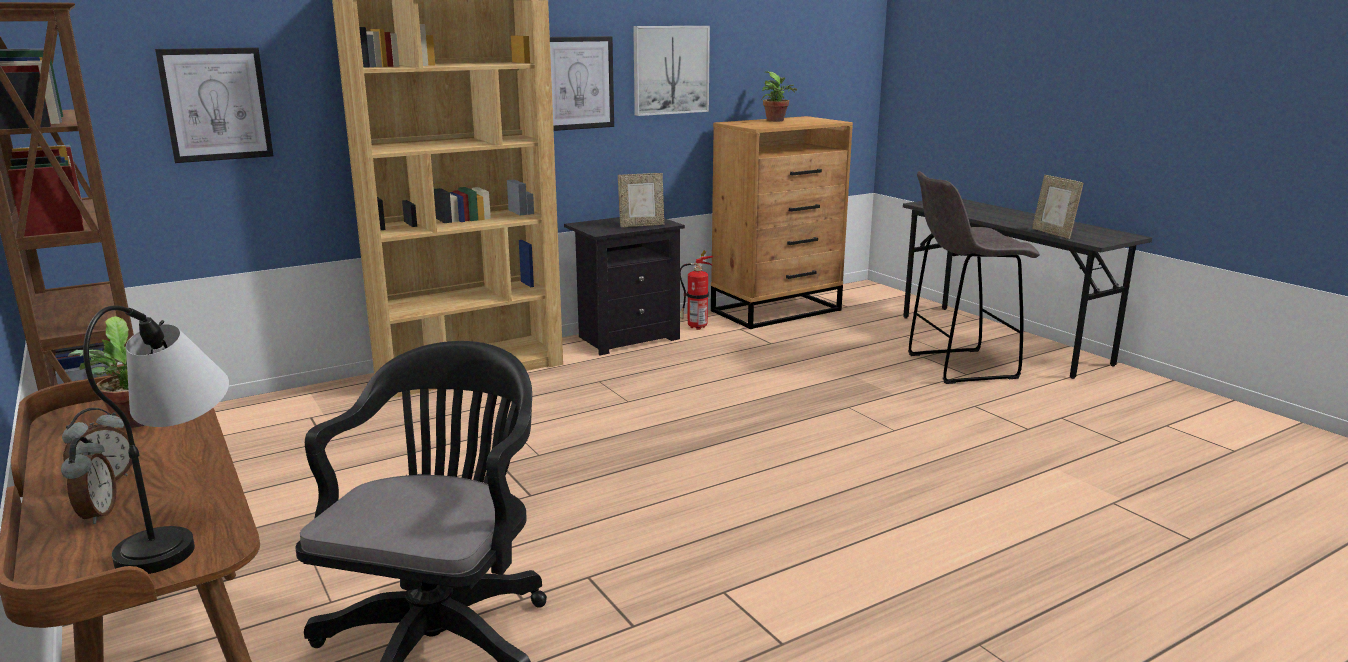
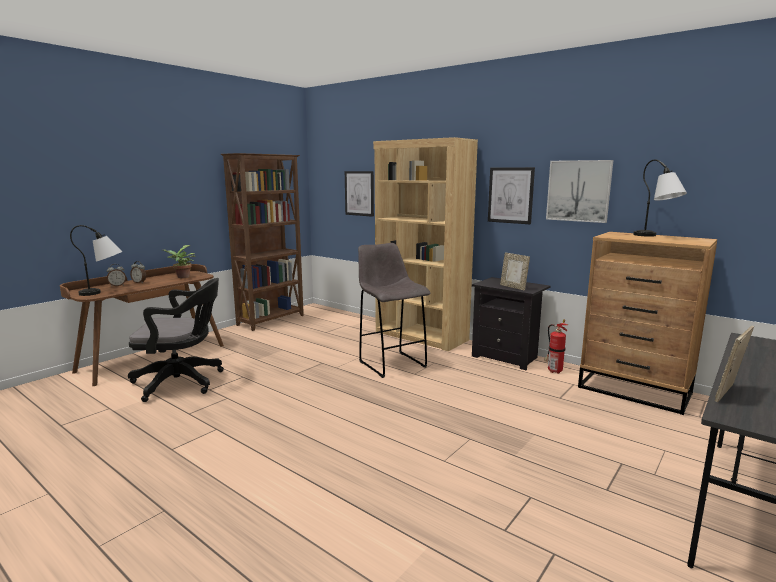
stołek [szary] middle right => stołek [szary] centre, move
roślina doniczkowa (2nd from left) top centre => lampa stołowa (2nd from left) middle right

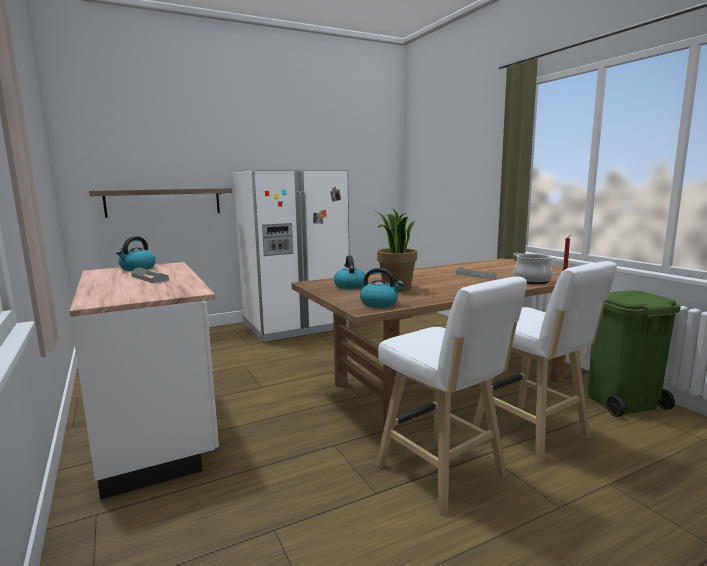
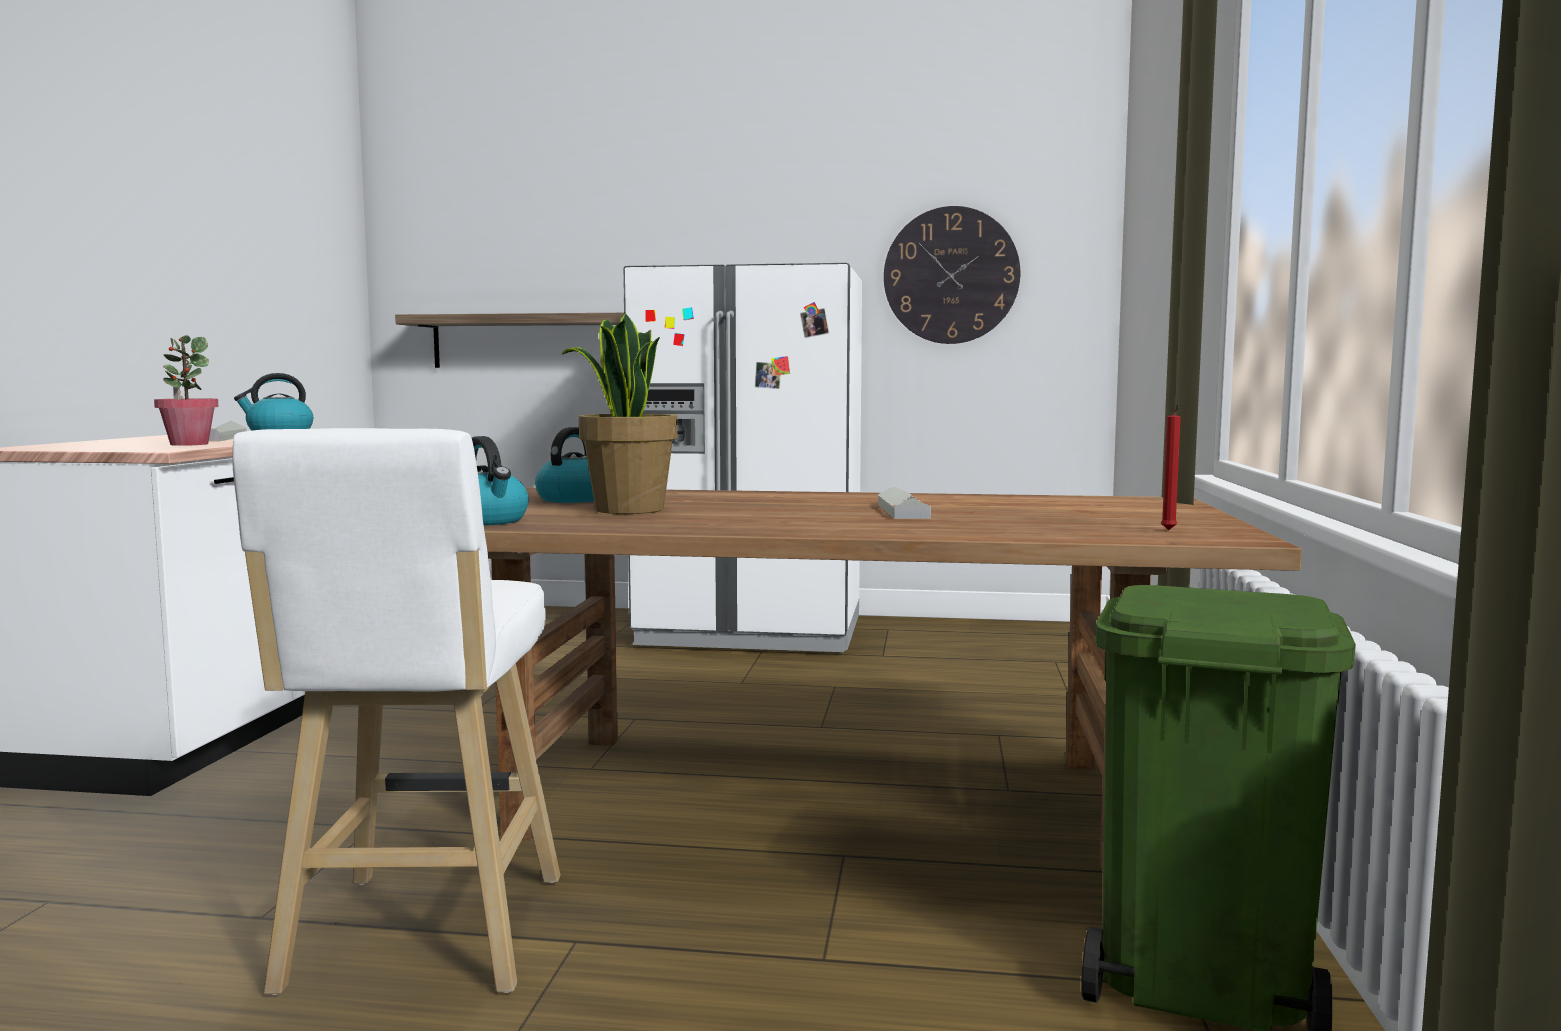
stołek [biały] (2nd from left) middle right => nothing
garnek middle right => nothing
nothing => roślina doniczkowa (1st from left) middle left
nothing => zegar ścienny top centre

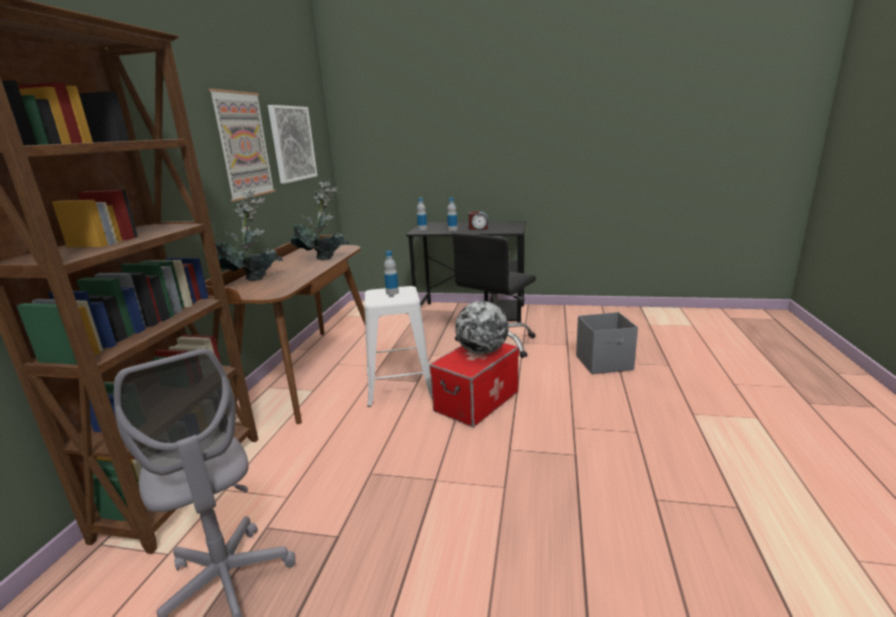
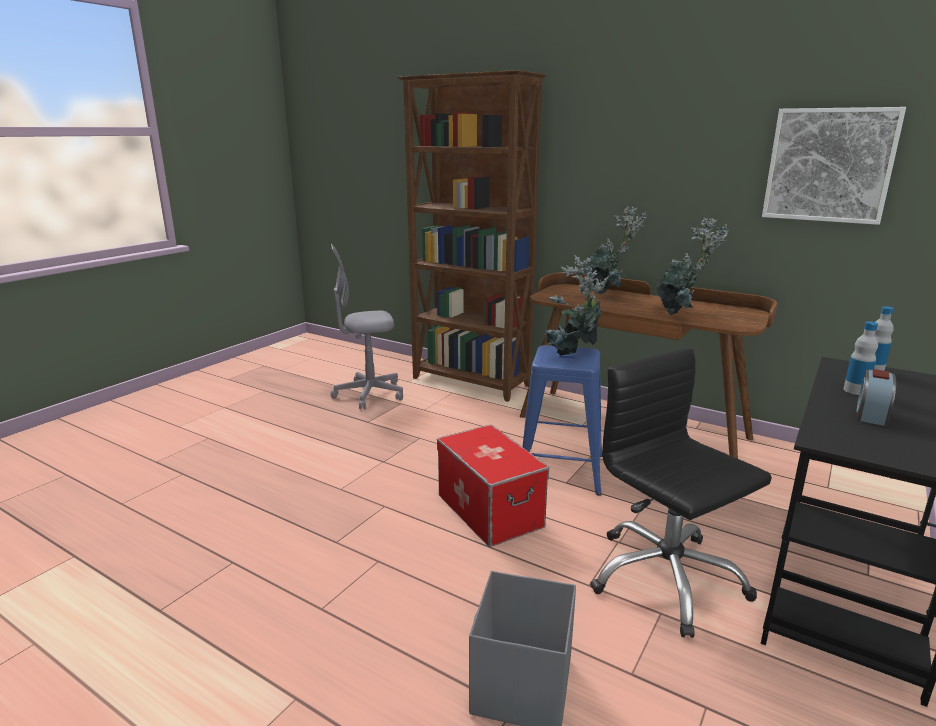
obraz (1st from left) top left => nothing
globus centre => nothing
butelka (1st from left) centre => roślina doniczkowa (1st from left) centre
stołek [biały] centre => stołek [niebieski] centre

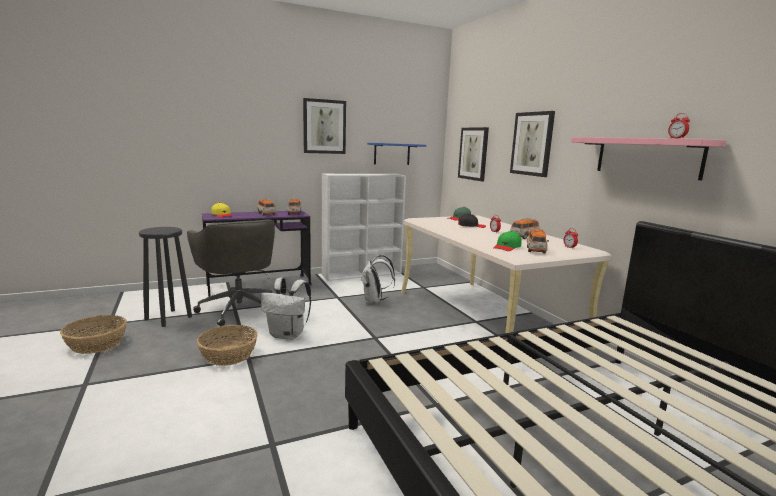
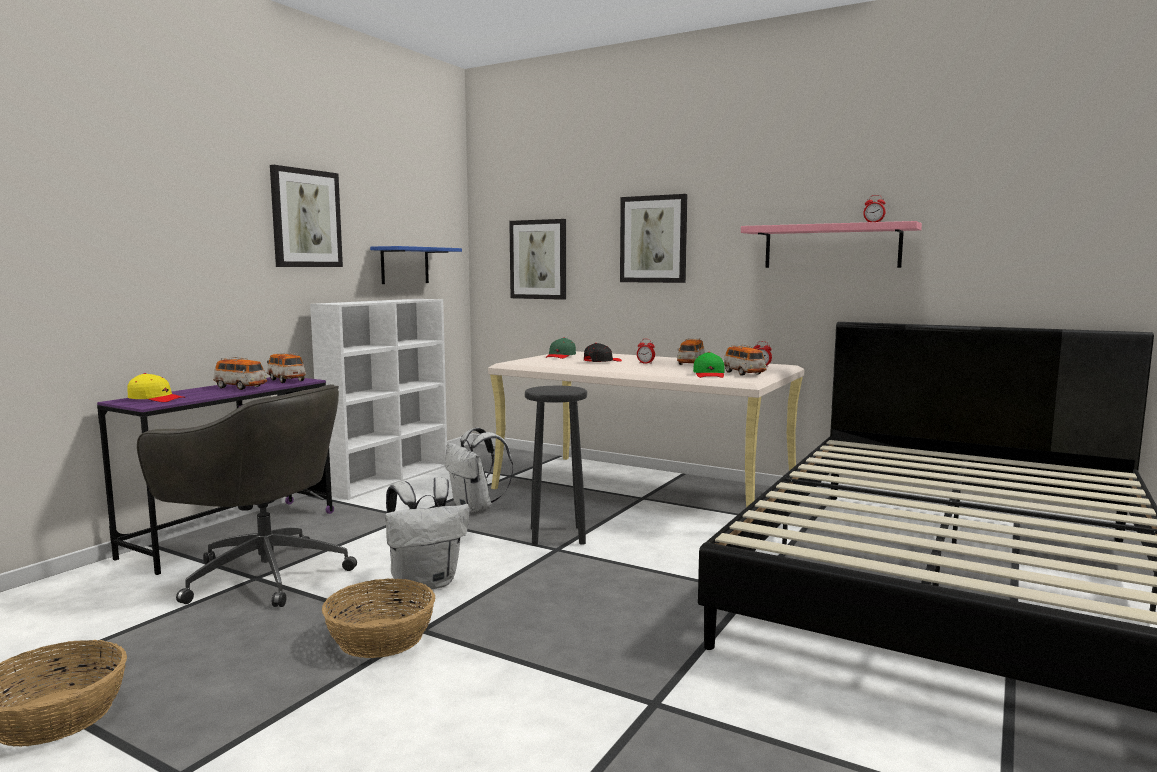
stołek [czarny] middle left => stołek [czarny] centre, move

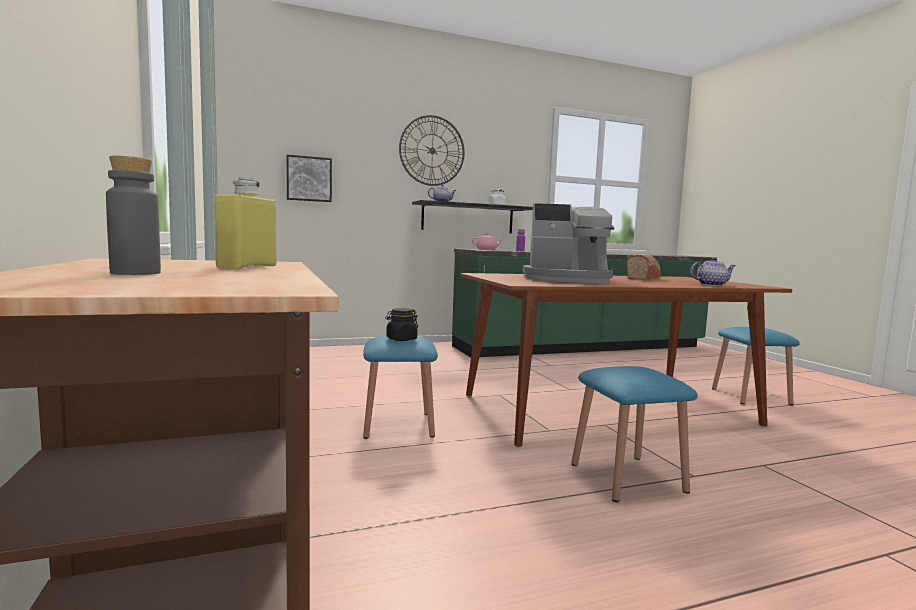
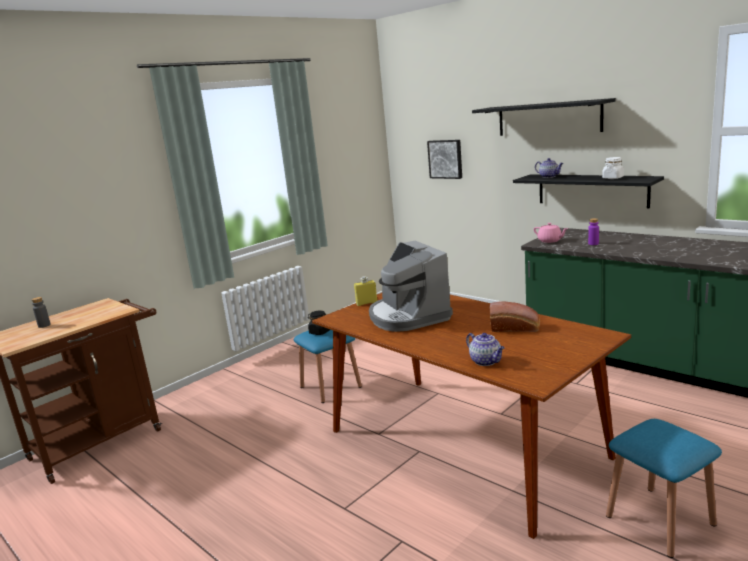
stołek [niebieski] (2nd from left) bottom right => nothing
butelka [żółty] middle left => butelka [żółty] centre, move
zegar ścienny top centre => półka [czarny] (1st from left) top right

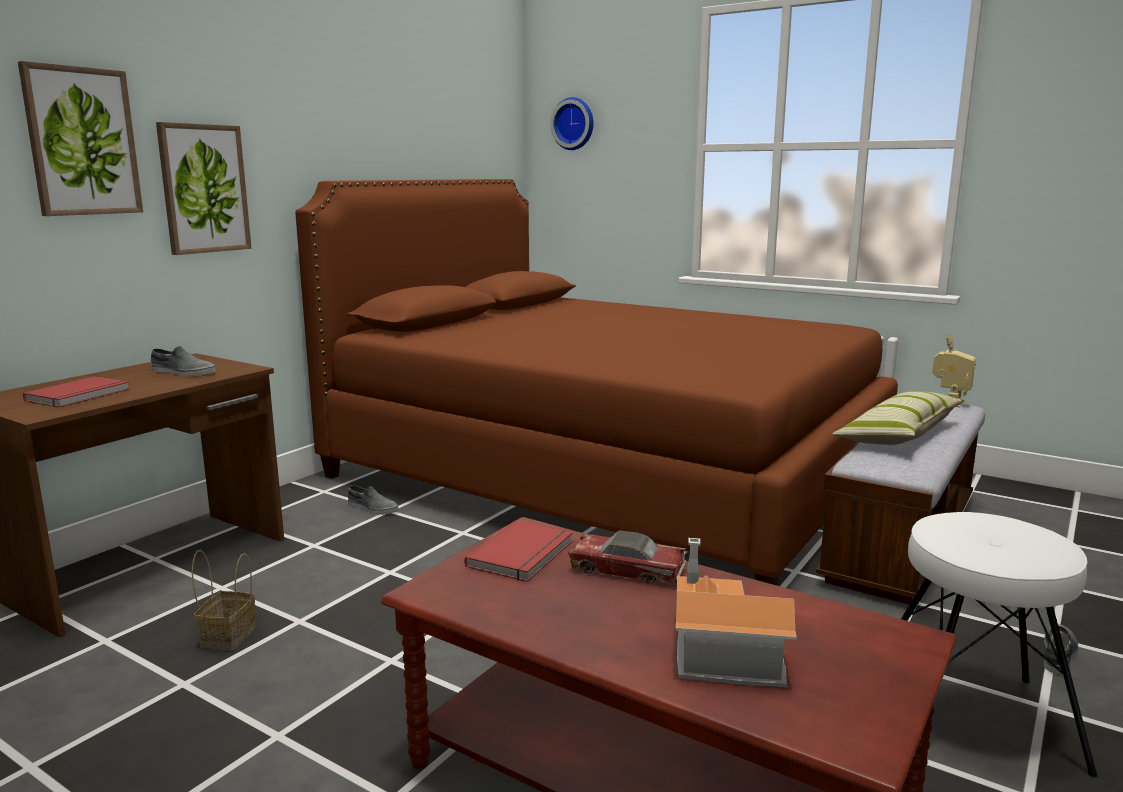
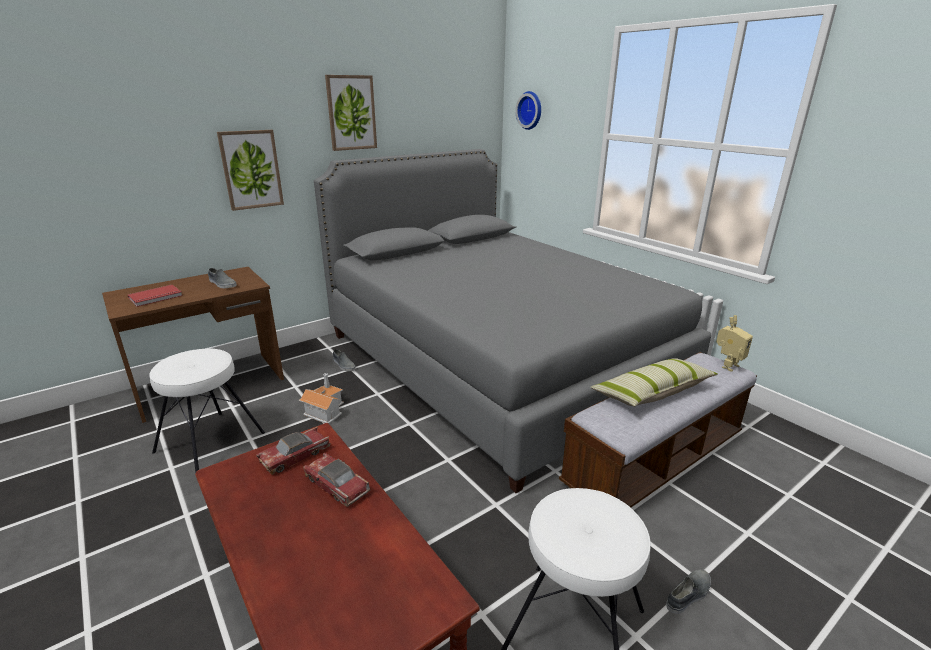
obraz (1st from left in the first image) top left => obraz (2nd from left) top centre, move
domek bottom centre => domek centre, move
koszyk bottom left => stołek [biały] (1st from left) middle left
książka [czerwony] (2nd from left) bottom centre => samochodzik (1st from left) bottom left
łóżko [brązowy] centre => łóżko [szary] centre

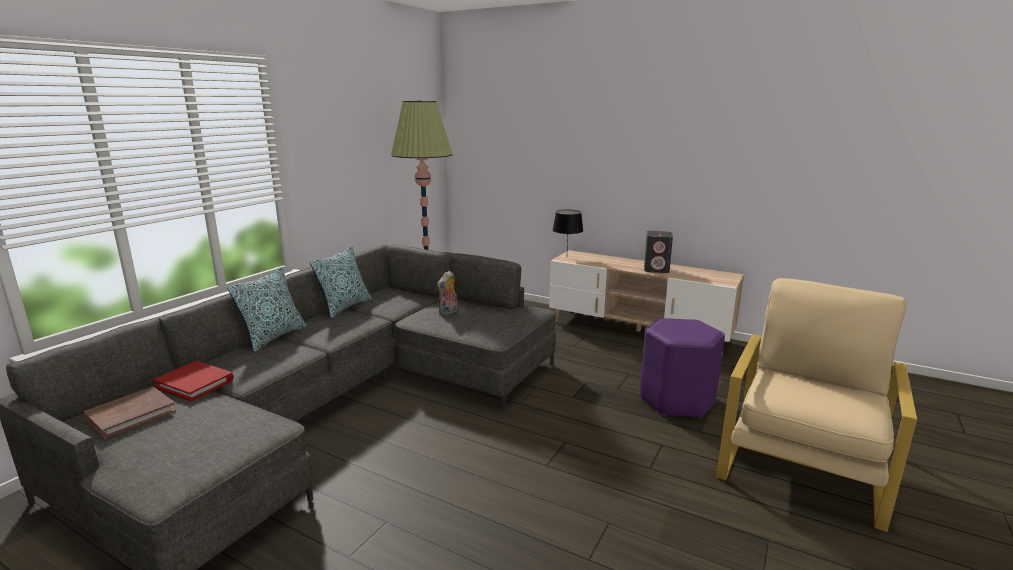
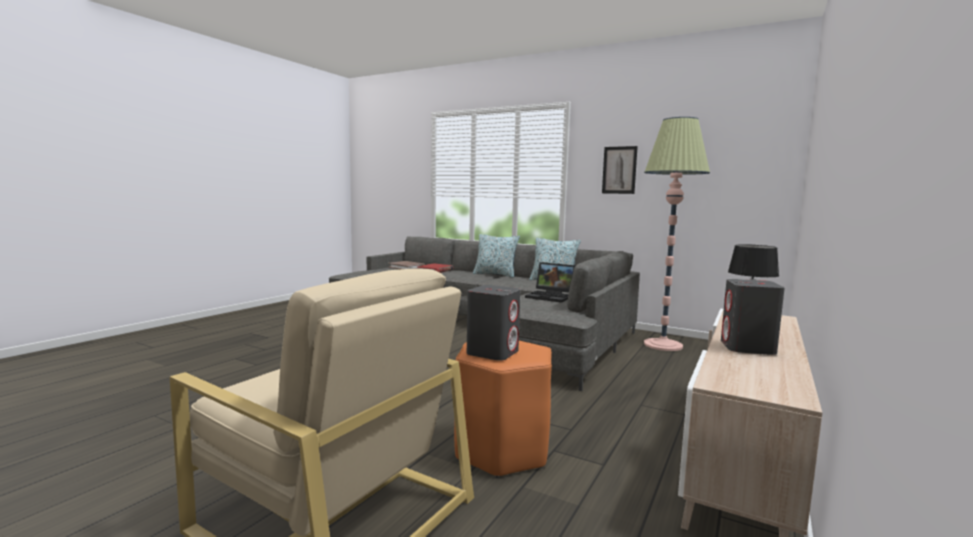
nothing => głośnik [szary] (1st from left) centre
nothing => obraz top centre
pluszak centre => laptop centre
stołek [fioletowy] middle right => stołek [pomarańczowy] bottom centre

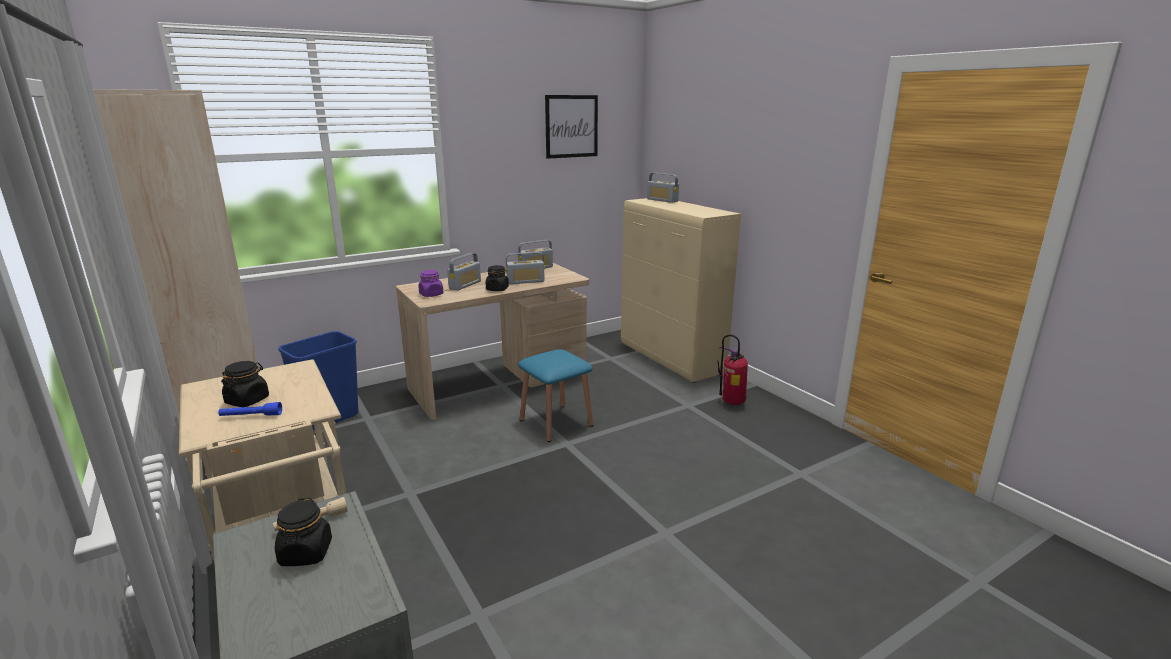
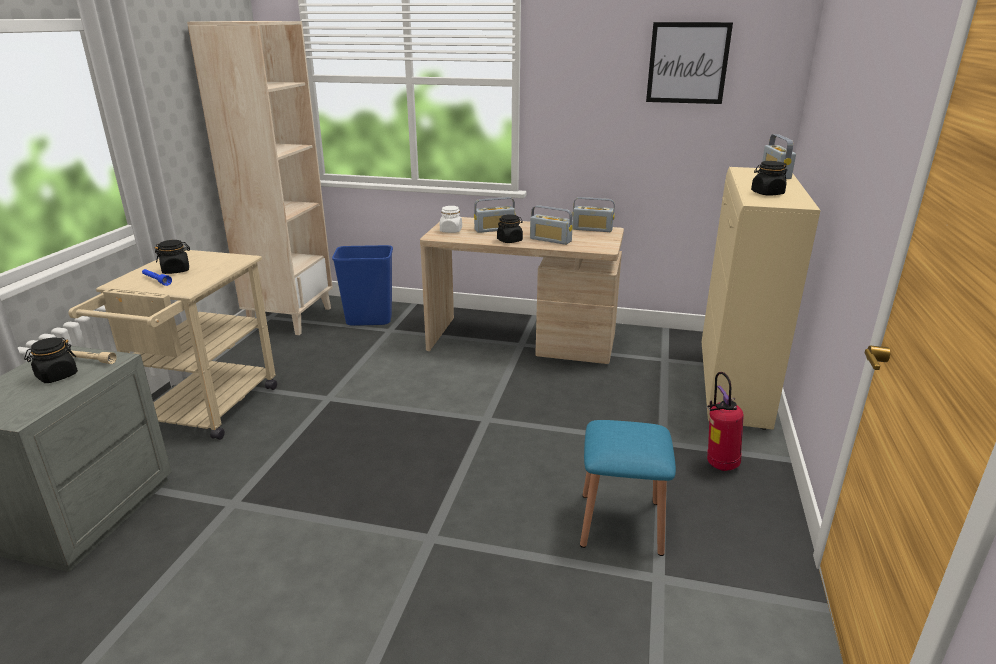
nothing => słoik [czarny] (4th from left) top right
stołek [niebieski] centre => stołek [niebieski] bottom centre, move
słoik [fioletowy] centre => słoik [biały] top centre

